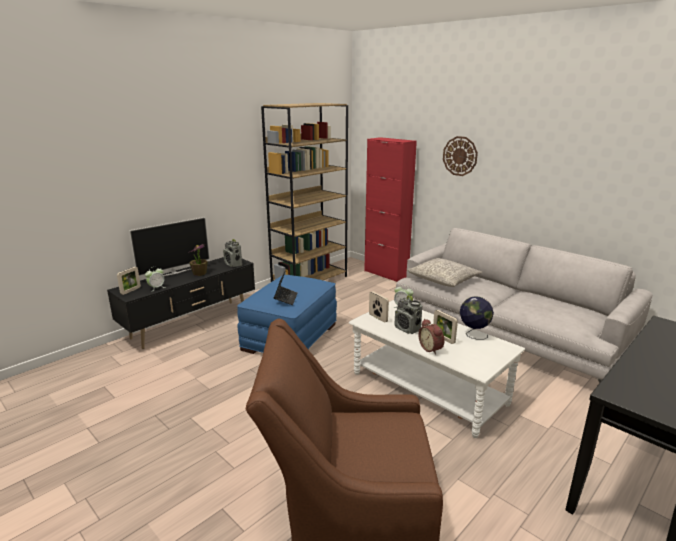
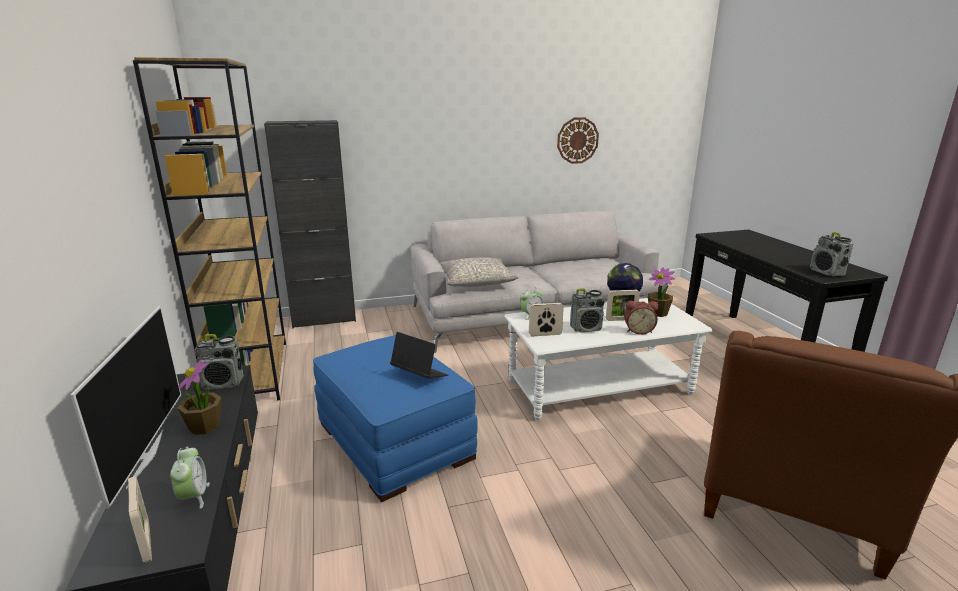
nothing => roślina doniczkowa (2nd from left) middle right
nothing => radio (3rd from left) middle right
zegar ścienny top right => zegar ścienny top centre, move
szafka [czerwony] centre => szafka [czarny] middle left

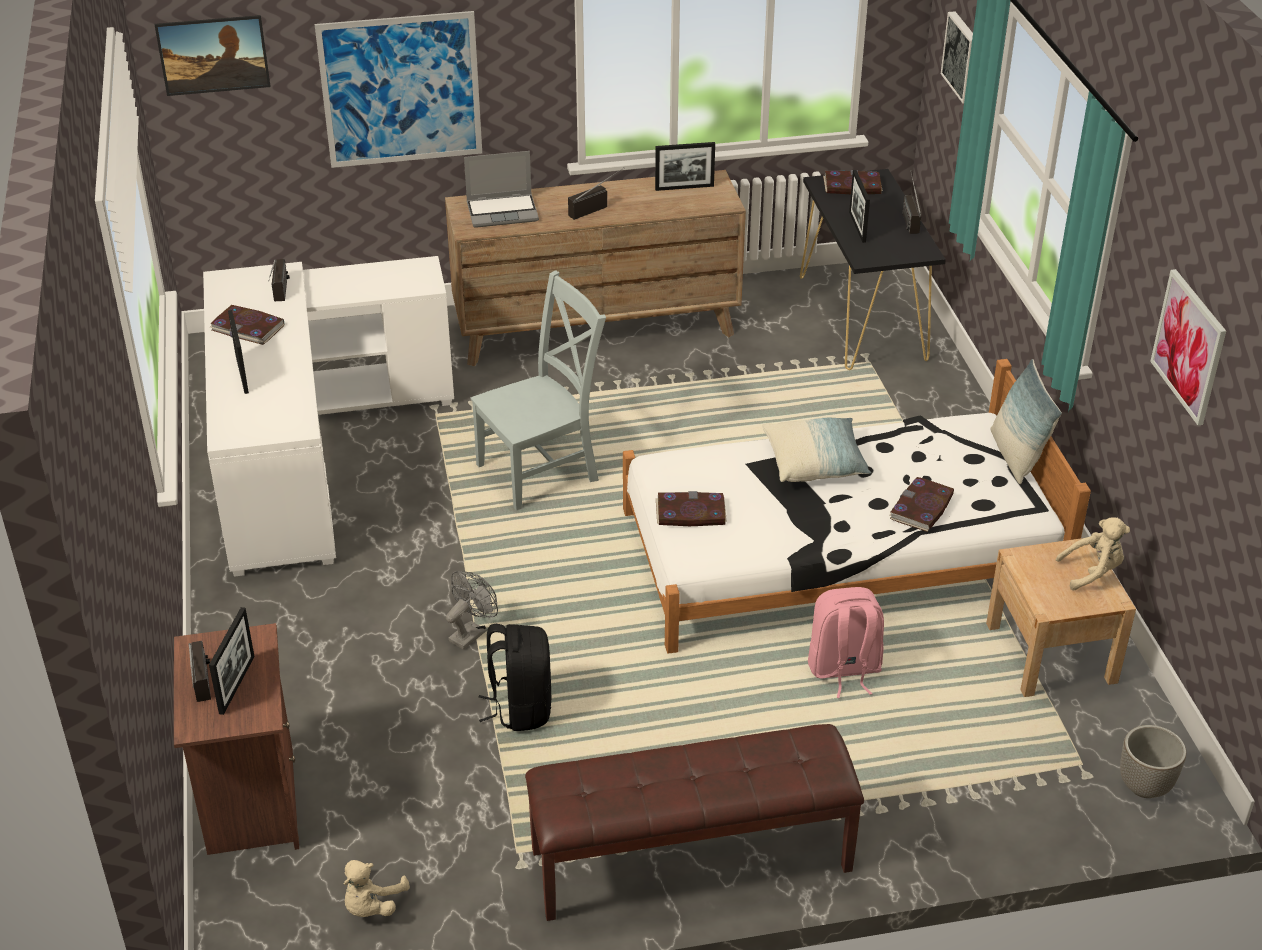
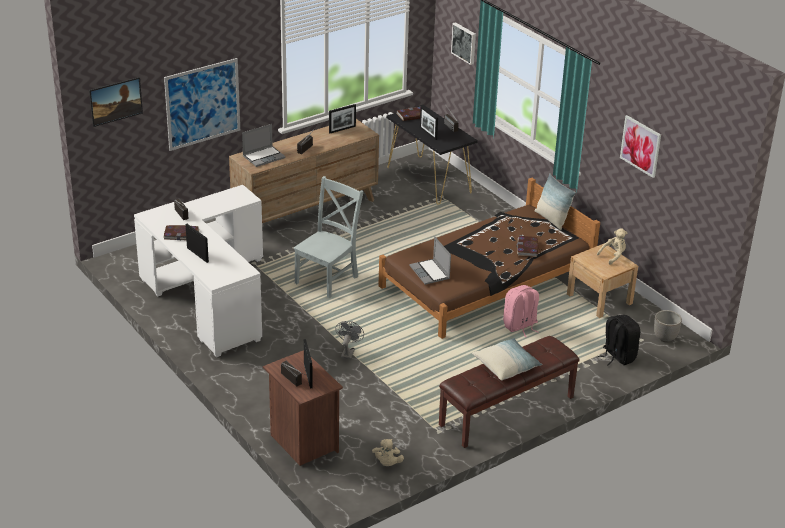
plecak [czarny] bottom centre => plecak [czarny] middle right, move
poduszka (1st from left) centre => poduszka (1st from left) bottom centre, move
książka (2nd from left) centre => laptop (2nd from left) centre
łóżko [biały] middle right => łóżko [brązowy] centre

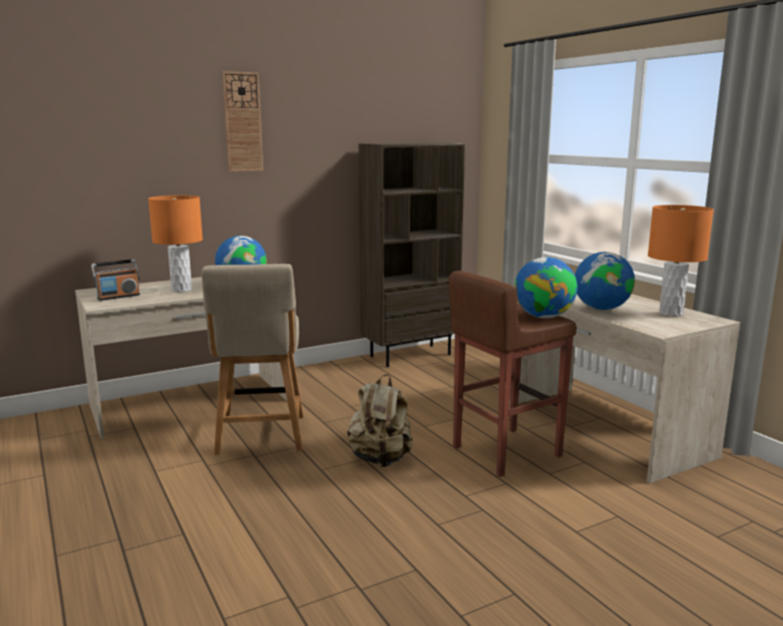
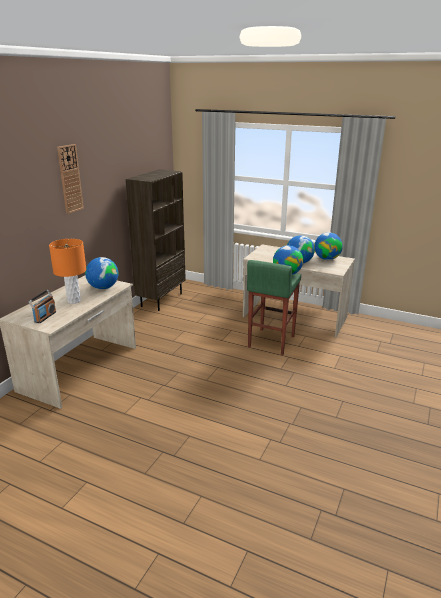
krzesło [beżowy] middle left => nothing
plecak [beżowy] bottom centre => nothing
lampa stołowa [pomarańczowy] (2nd from left) middle right => globus (4th from left) middle right
stołek [brązowy] centre => stołek [zielony] centre

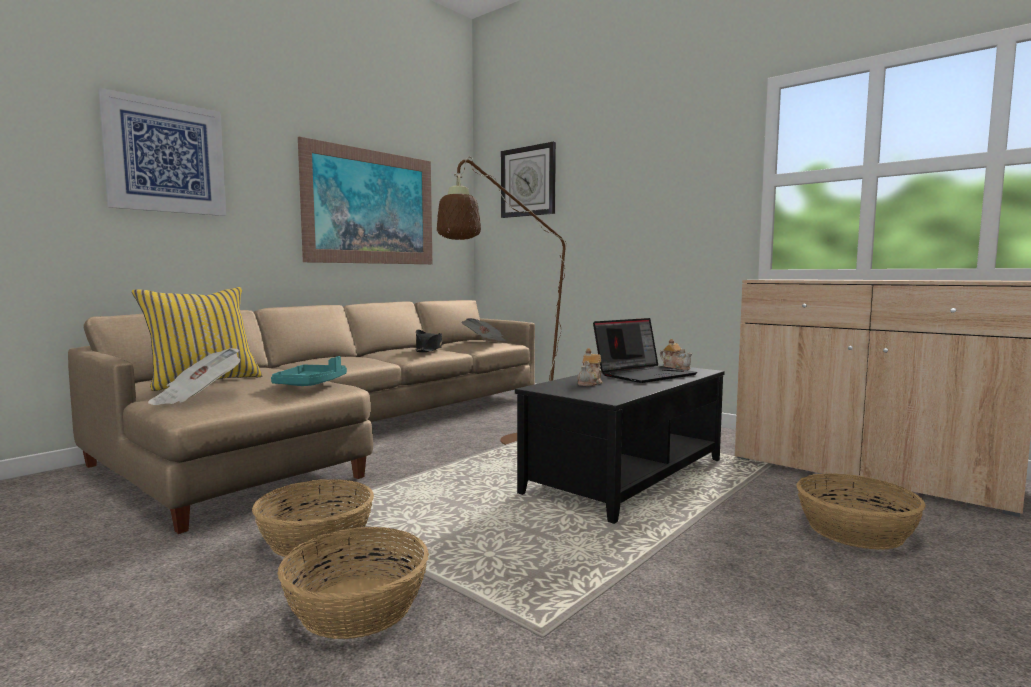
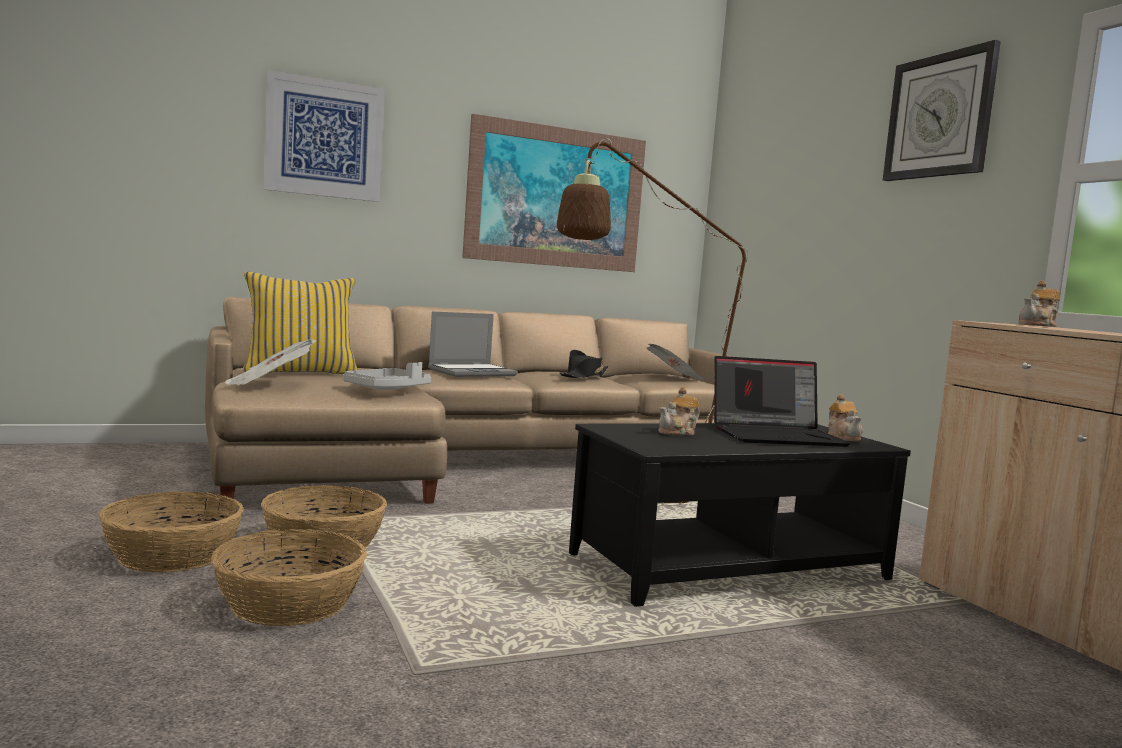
nothing => laptop (1st from left) centre
nothing => imbryk (3rd from left) middle right
zegar ścienny top centre => zegar ścienny top right, move
koszyk (3rd from left in the first image) bottom right => koszyk (1st from left) bottom left, move
taca [turkusowy] middle left => taca [szary] centre

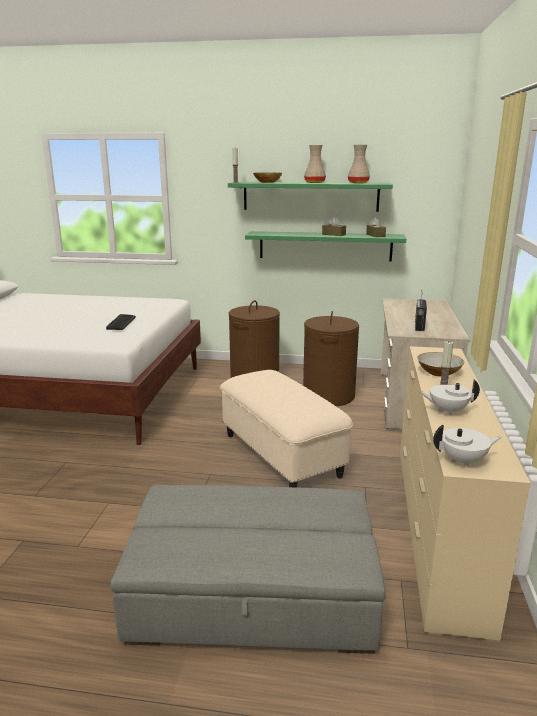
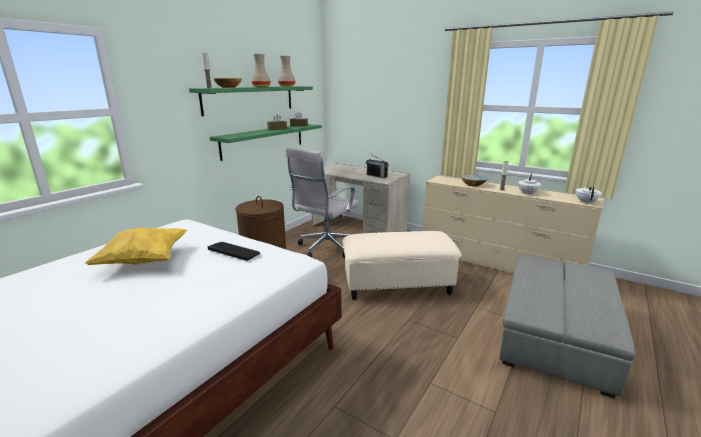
nothing => poduszka [żółty] middle left
kosz na pranie [brązowy] (2nd from left) centre => krzesło biurowe [biały] centre

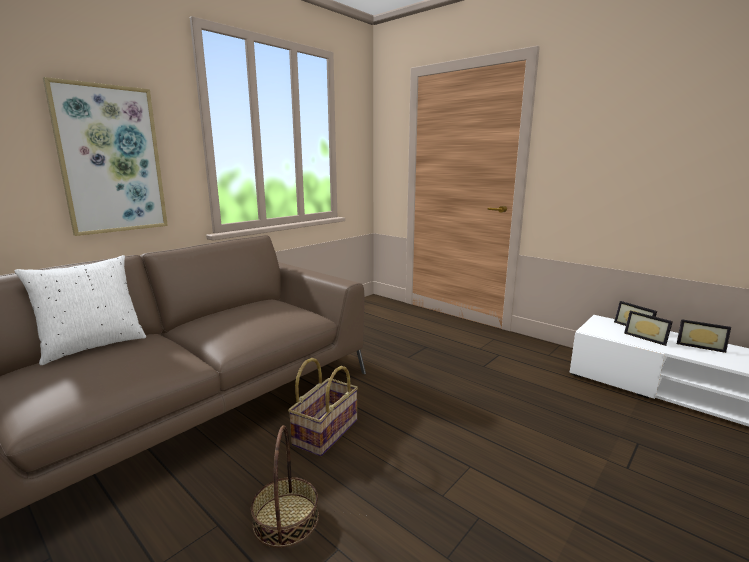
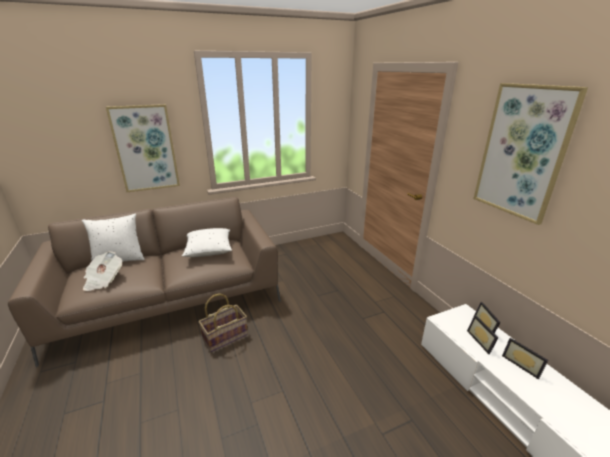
koszyk (1st from left) bottom centre => nothing
nothing => gazeta middle left
nothing => poduszka [biały] (2nd from left) centre
nothing => obraz (2nd from left) middle right

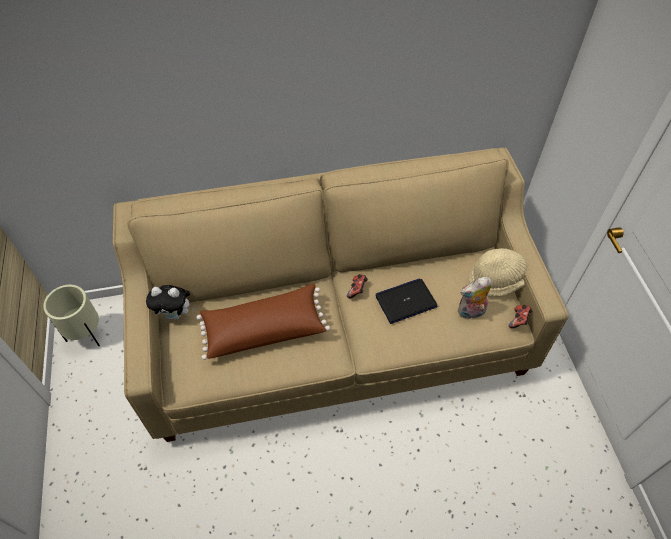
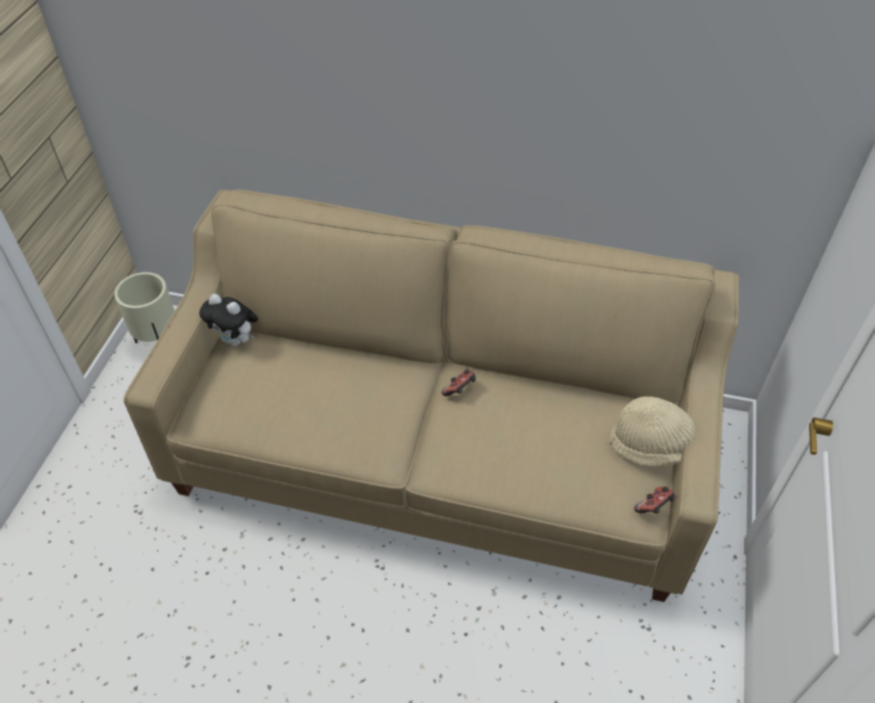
poduszka [brązowy] centre => nothing
laptop centre => nothing
pluszak (2nd from left) middle right => nothing

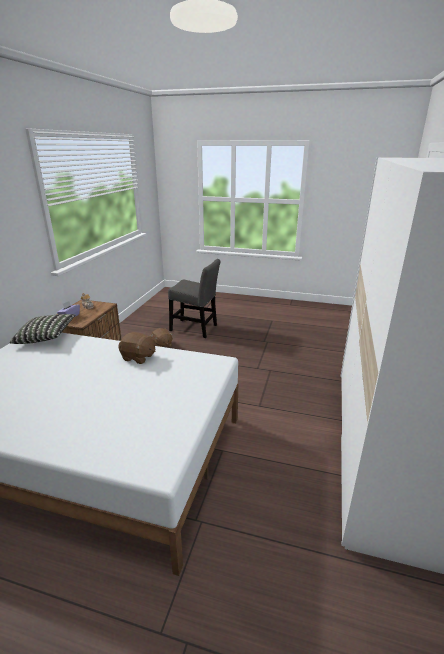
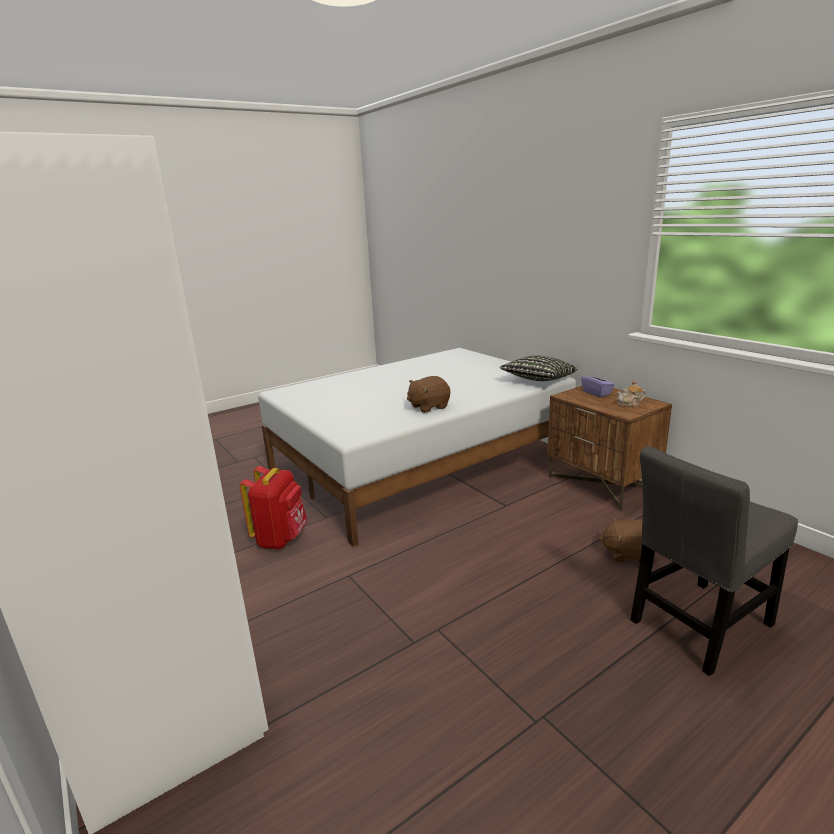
nothing => plecak [czerwony] middle left

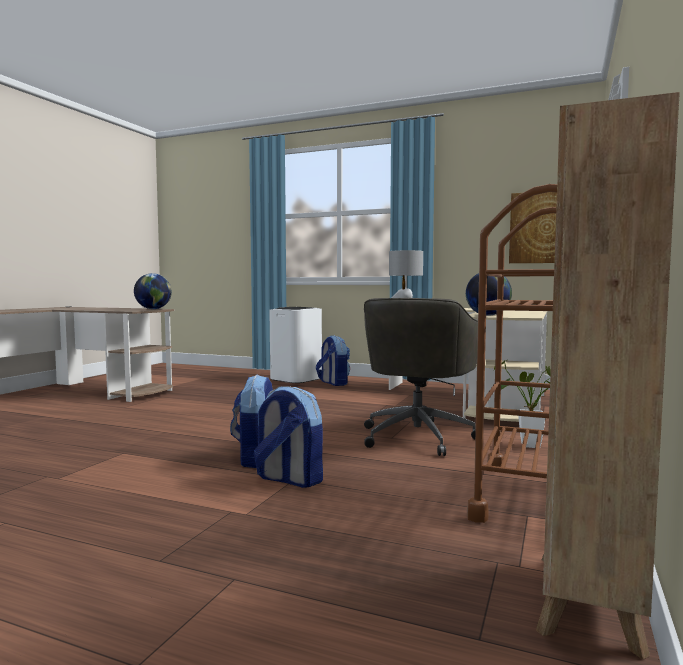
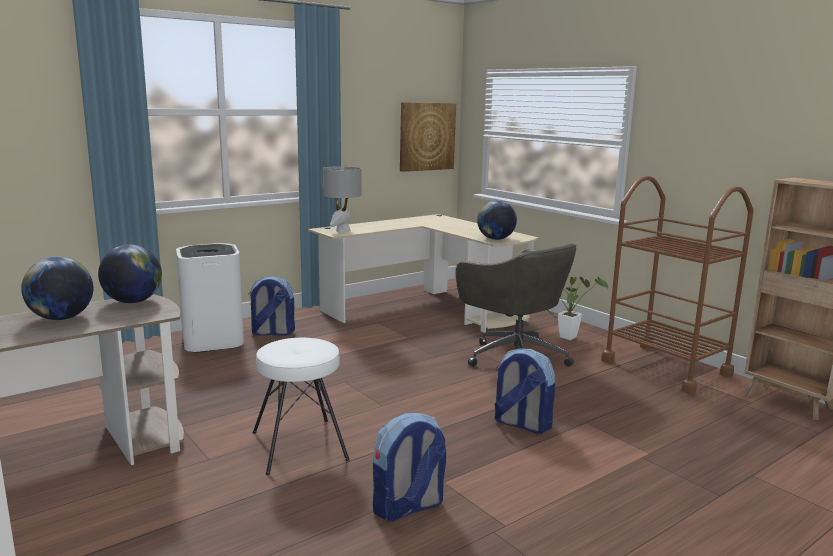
nothing => globus (1st from left) middle left
nothing => stołek [biały] bottom centre
plecak (2nd from left) centre => plecak (2nd from left) bottom centre, move

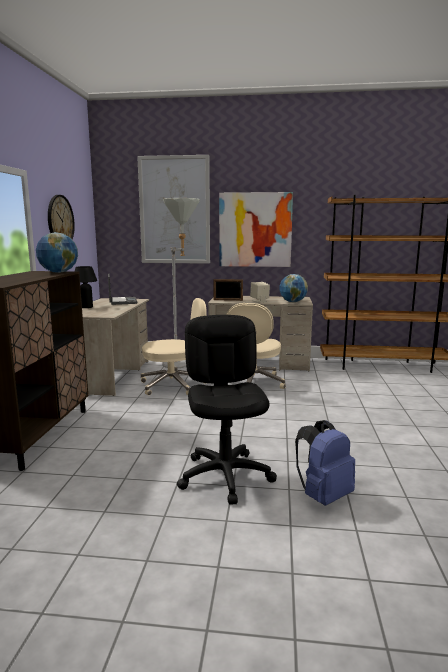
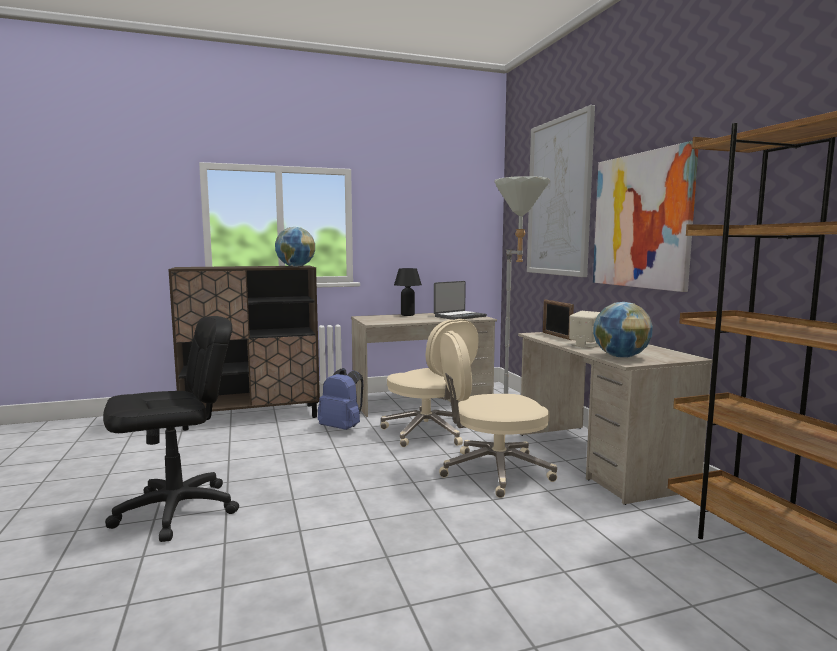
zegar ścienny top left => nothing
plecak [niebieski] bottom right => plecak [niebieski] centre, move

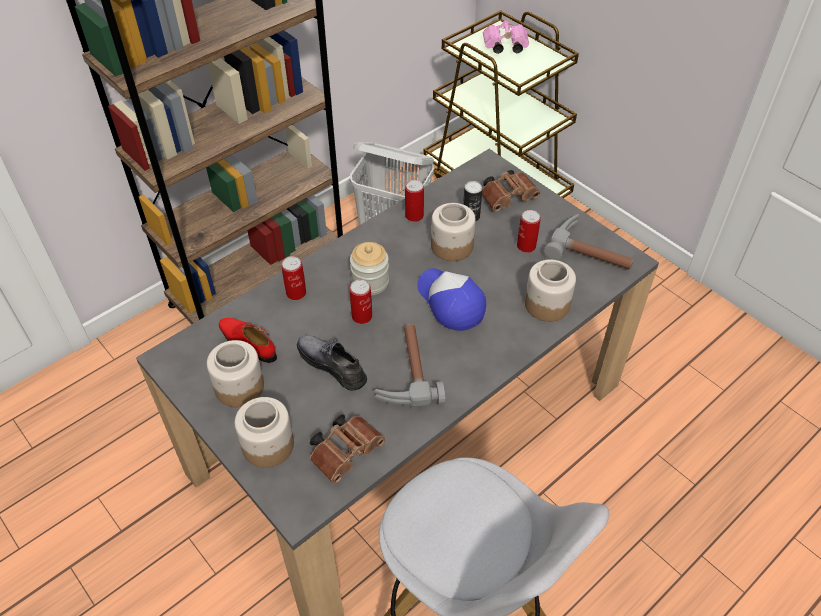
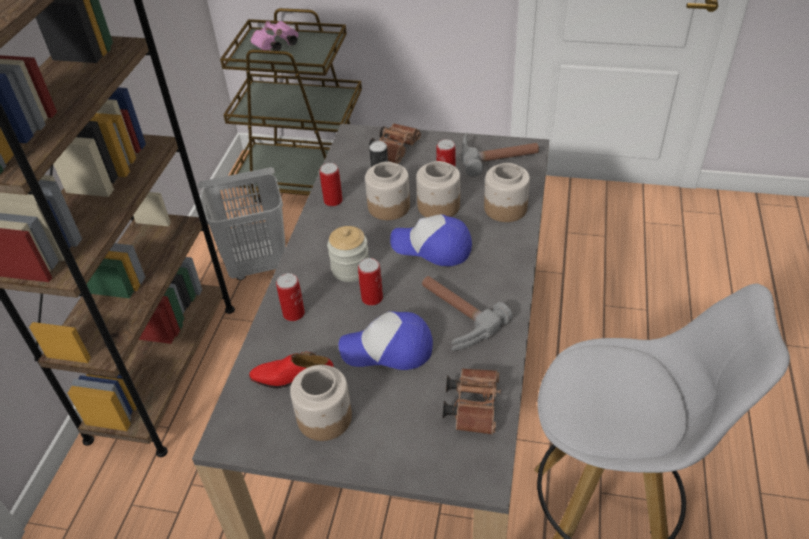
słoik (2nd from left in the first image) bottom left => słoik (4th from left) centre, move
but [szary] centre => czapka z daszkiem (1st from left) centre

